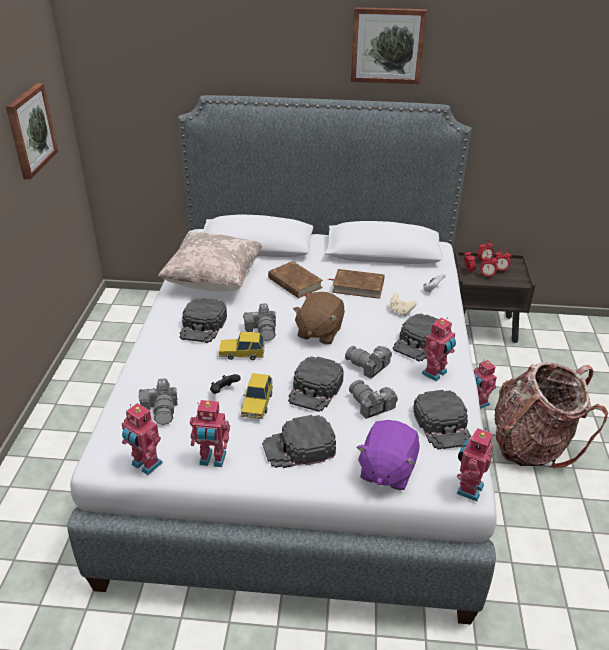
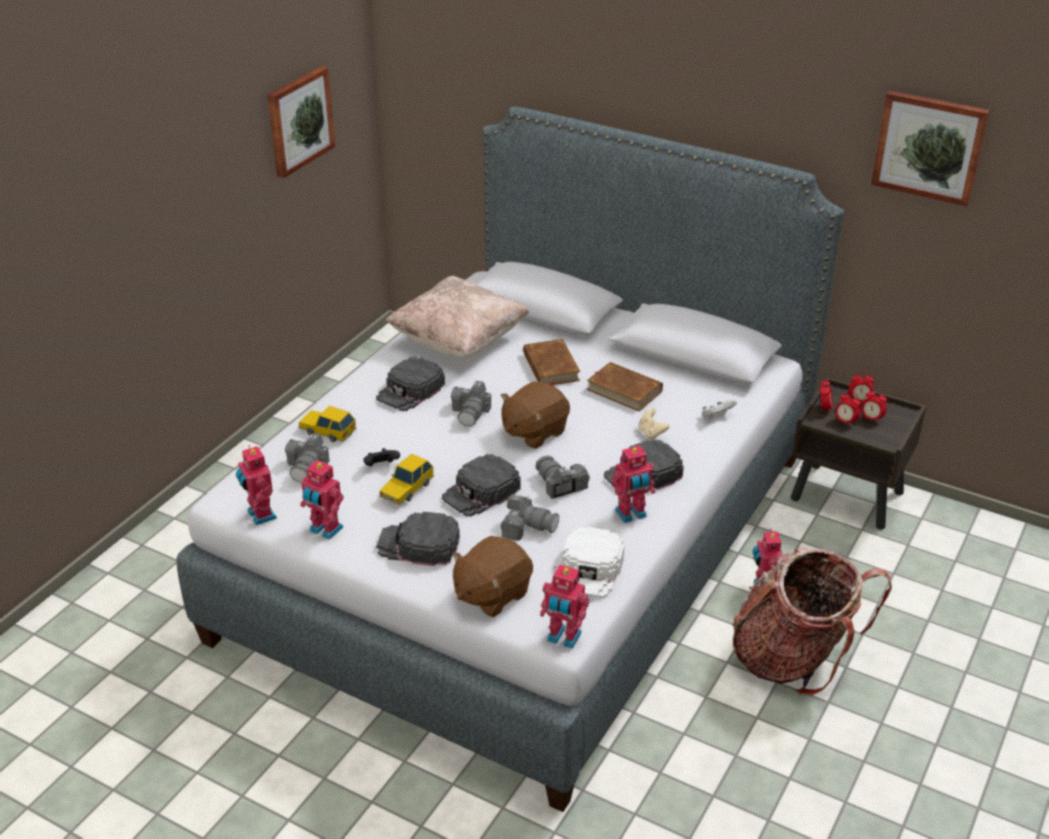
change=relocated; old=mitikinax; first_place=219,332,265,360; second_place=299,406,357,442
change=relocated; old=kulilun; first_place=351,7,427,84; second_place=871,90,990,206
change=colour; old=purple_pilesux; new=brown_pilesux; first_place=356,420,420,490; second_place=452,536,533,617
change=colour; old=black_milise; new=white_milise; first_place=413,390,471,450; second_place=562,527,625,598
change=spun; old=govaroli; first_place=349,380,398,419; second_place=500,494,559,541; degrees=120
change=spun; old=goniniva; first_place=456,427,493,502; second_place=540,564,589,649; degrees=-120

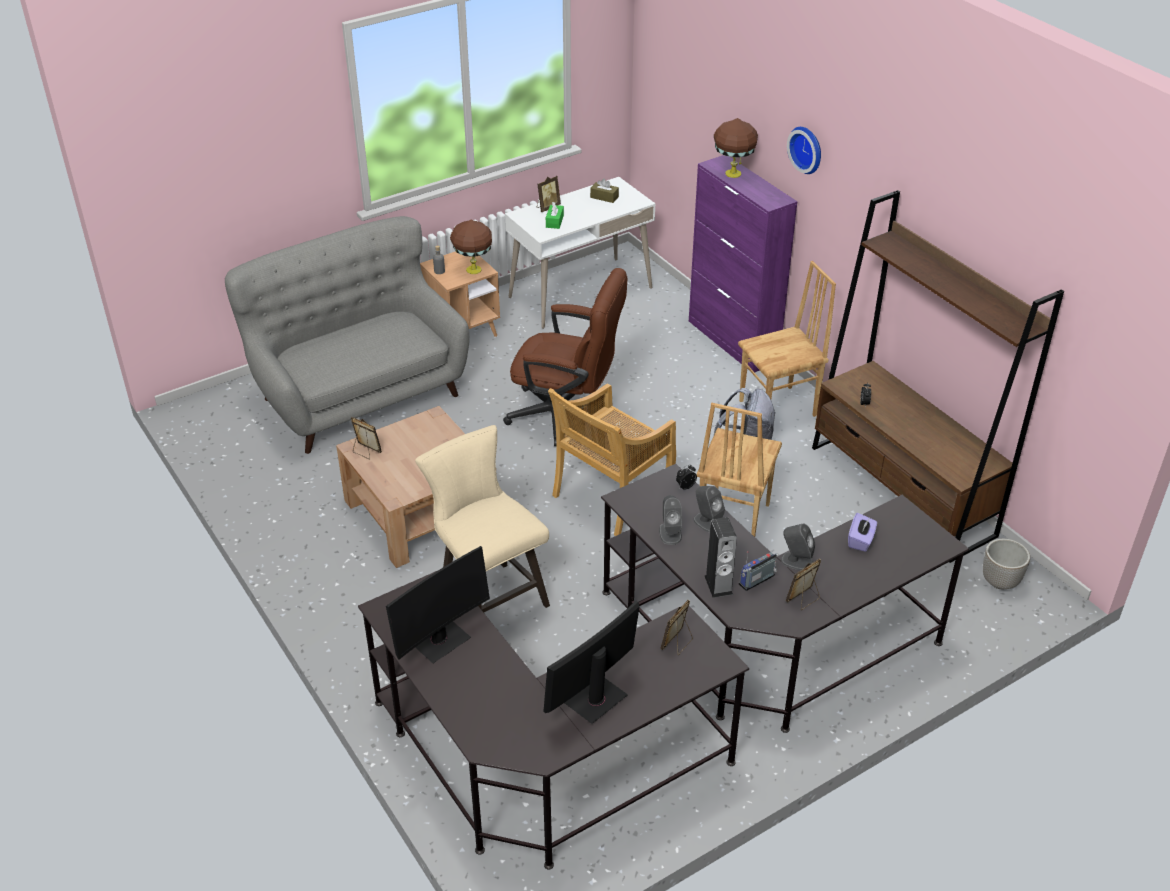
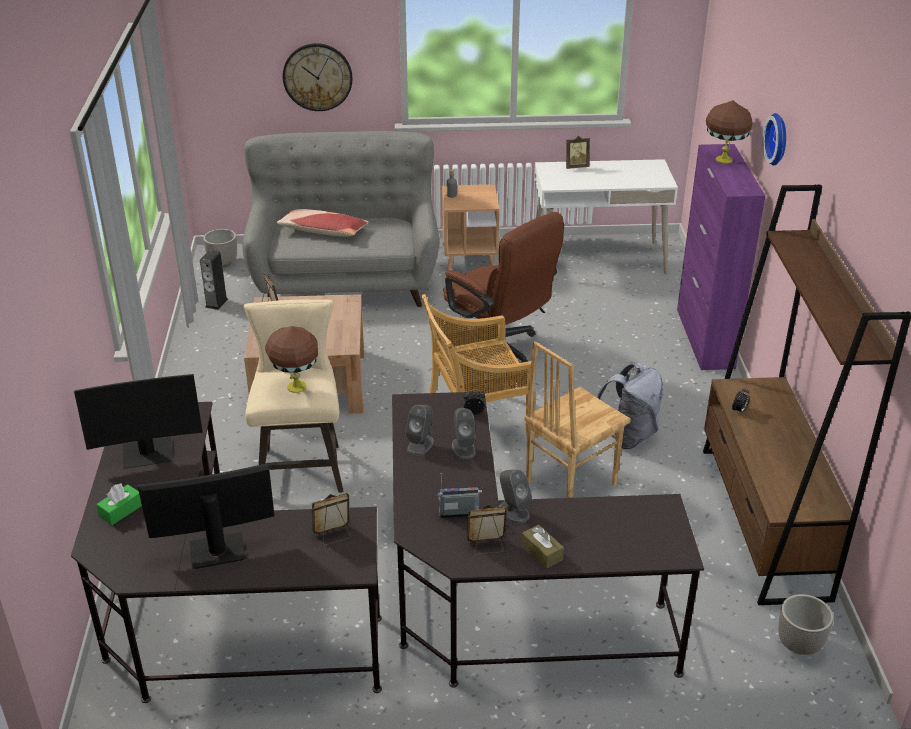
change=missing; old=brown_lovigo; first_place=738,261,836,417
change=missing; old=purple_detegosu; first_place=848,513,877,552
change=appeared; new=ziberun; second_place=203,229,237,267
change=appeared; new=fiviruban; second_place=277,209,369,237
change=appeared; new=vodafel; second_place=283,43,352,111
change=relocated; old=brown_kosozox; first_place=450,220,492,274; second_place=265,326,318,393
change=relocated; old=green_detegosu; first_place=546,202,564,229; second_place=96,483,142,525
change=relocated; old=brown_detegosu; first_place=590,179,619,203; second_place=521,525,564,569
change=relocated; old=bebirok; first_place=705,517,737,598; second_place=200,250,228,310

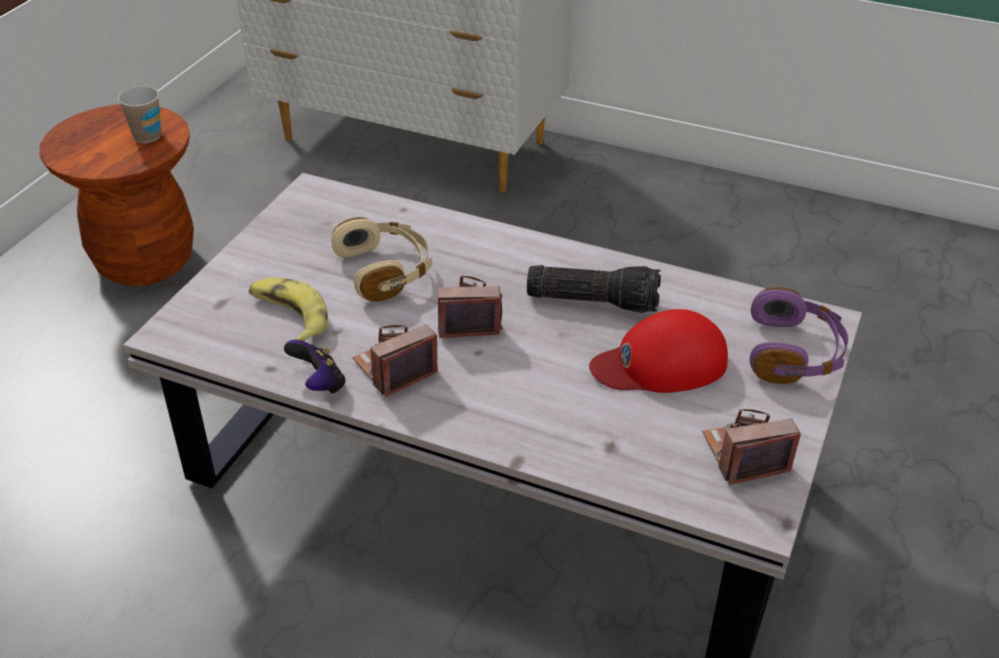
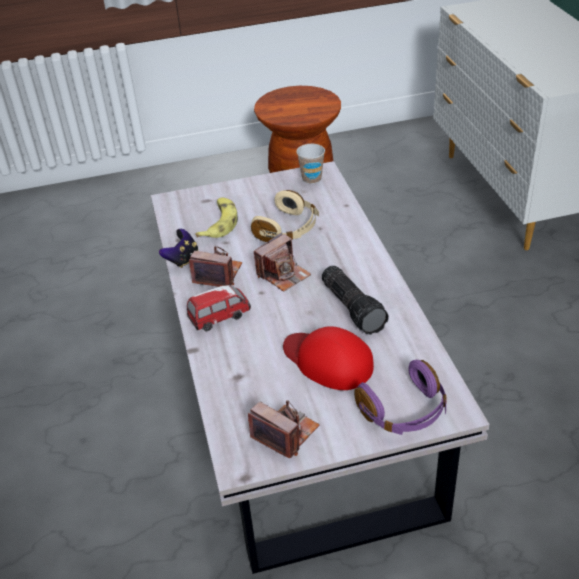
change=appeared; new=mitikinax; second_place=187,284,251,332
change=relocated; old=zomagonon; first_place=118,86,161,143; second_place=296,144,325,184
change=spun; old=govaroli; first_place=438,275,503,338; second_place=254,233,311,292; degrees=90

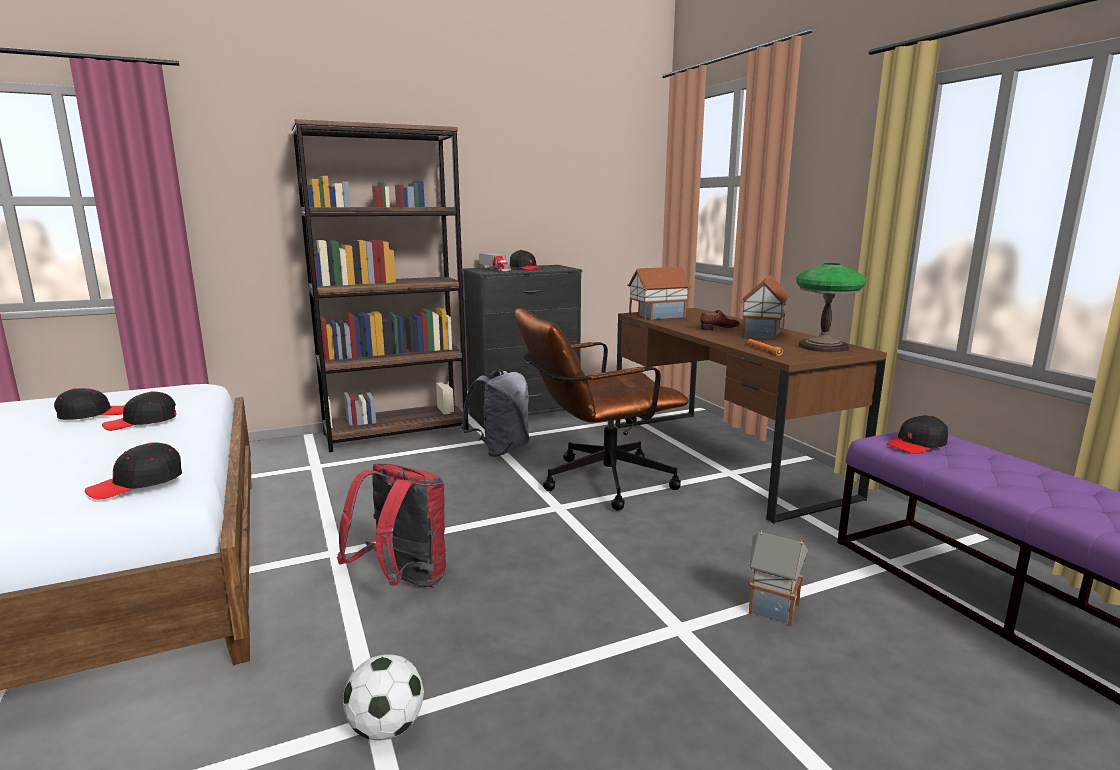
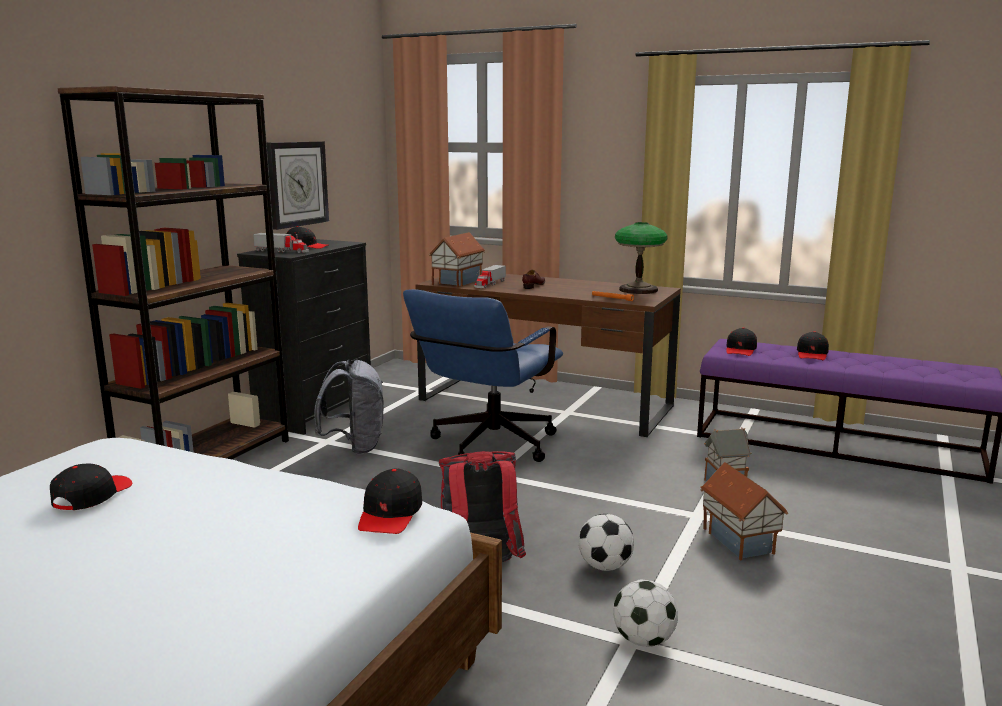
change=appeared; new=vodafel; second_place=267,142,329,230
change=appeared; new=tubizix; second_place=474,265,506,288
change=appeared; new=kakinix; second_place=578,514,634,571
change=relocated; old=black_milise; first_place=102,391,177,431; second_place=797,331,829,360
change=relocated; old=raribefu; first_place=740,275,790,340; second_place=700,462,788,560
change=colour; old=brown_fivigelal; new=blue_fivigelal; first_place=515,308,689,511; second_place=403,289,563,462

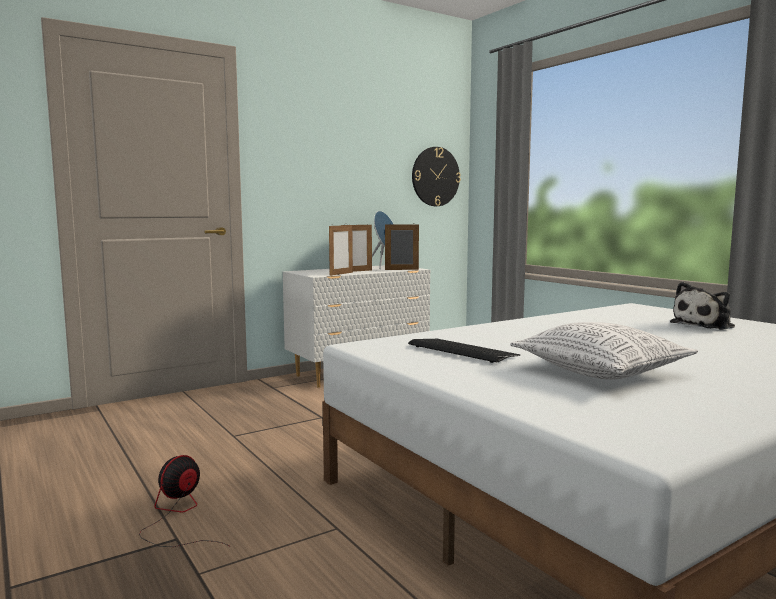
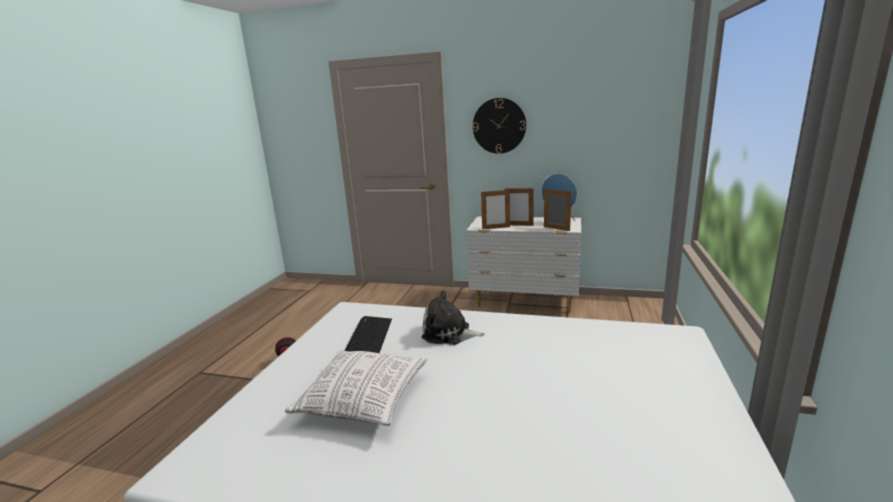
change=relocated; old=vodafel; first_place=412,147,461,206; second_place=473,98,526,154
change=relocated; old=pilesux; first_place=670,282,735,330; second_place=421,290,485,345

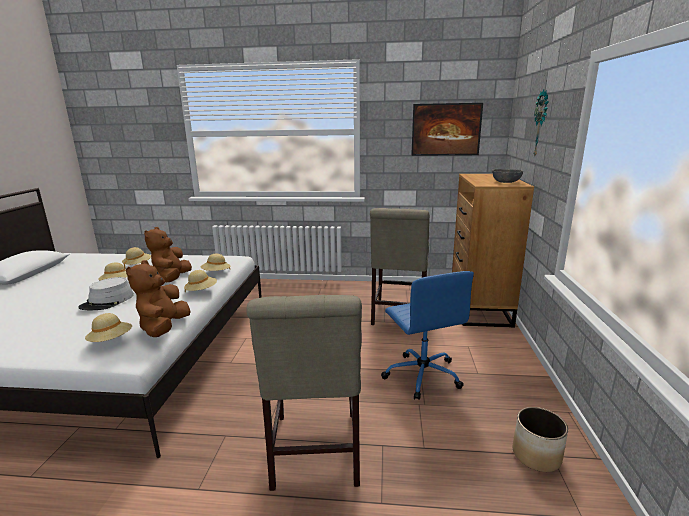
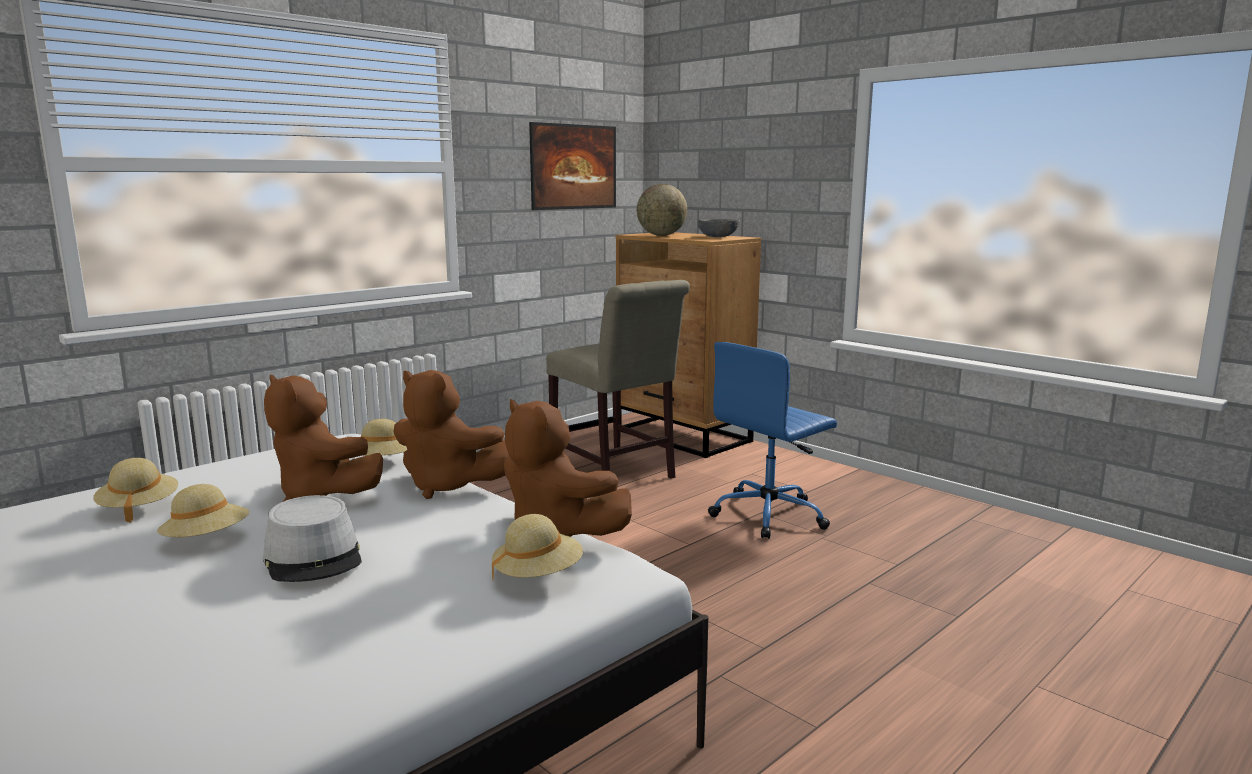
change=missing; old=beige_lovigo; first_place=246,295,362,491
change=missing; old=ziberun; first_place=513,407,568,472
change=missing; old=vodafel; first_place=533,89,549,158
change=appeared; new=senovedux; second_place=637,184,687,236
change=exchanged; old=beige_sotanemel; new=brown_pilesux; first_place=184,270,217,292; second_place=393,370,508,499
change=spun; old=blue_fivigelal; first_place=381,271,474,400; second_place=708,342,837,539; degrees=120

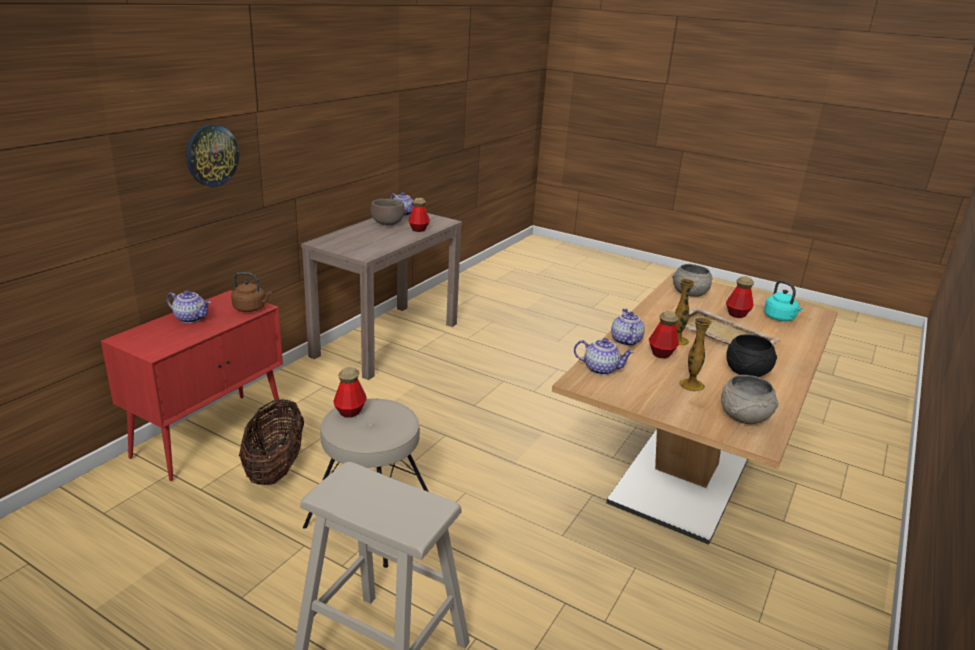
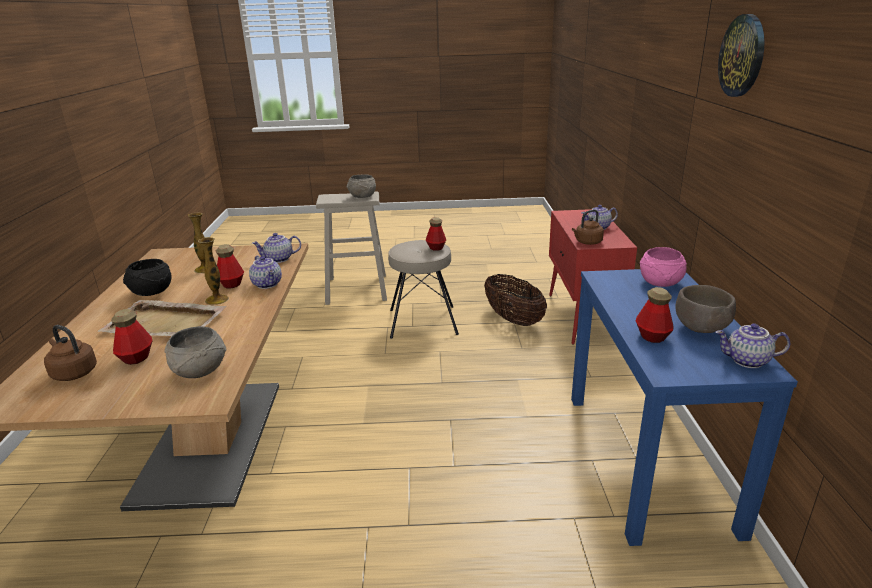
change=appeared; new=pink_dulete; second_place=640,247,687,287
change=relocated; old=vodafel; first_place=186,124,239,187; second_place=718,14,764,97
change=relocated; old=grey_dulete; first_place=721,375,778,424; second_place=347,174,376,198
change=colour; old=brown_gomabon; new=blue_gomabon; first_place=301,213,462,380; second_place=571,269,798,546
change=colour; old=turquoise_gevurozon; new=brown_gevurozon; first_place=764,280,803,321; second_place=44,325,97,381

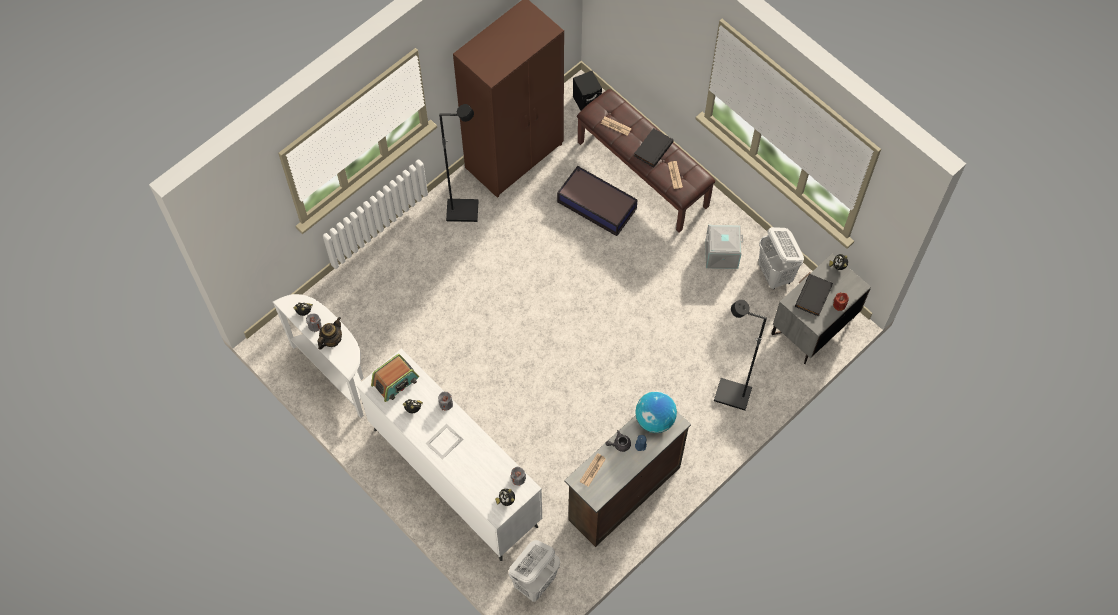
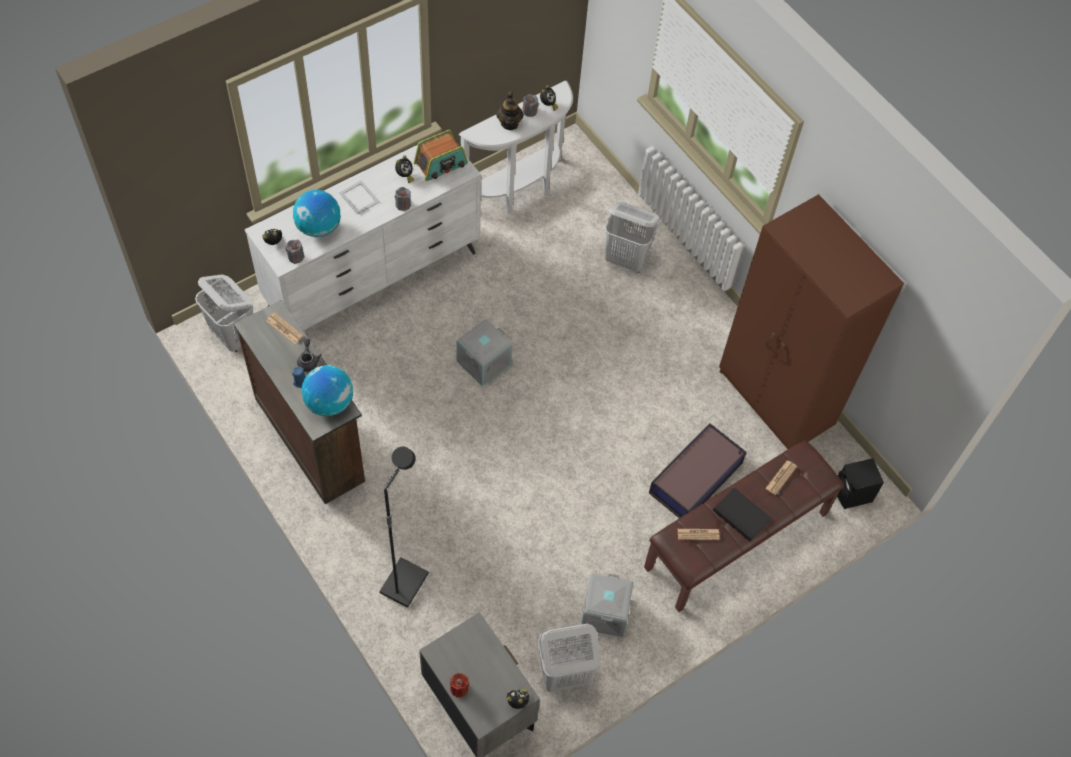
change=missing; old=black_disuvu; first_place=439,104,478,222
change=missing; old=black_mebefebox; first_place=795,274,833,317
change=appeared; new=senovedux; second_place=293,190,341,237
change=appeared; new=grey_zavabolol; second_place=456,319,512,386
change=appeared; new=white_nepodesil; second_place=604,202,660,273
change=spun; old=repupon; first_place=317,317,342,350; second_place=496,91,524,130; degrees=45
change=spun; old=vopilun; first_place=371,354,419,402; second_place=414,130,468,181; degrees=-90

